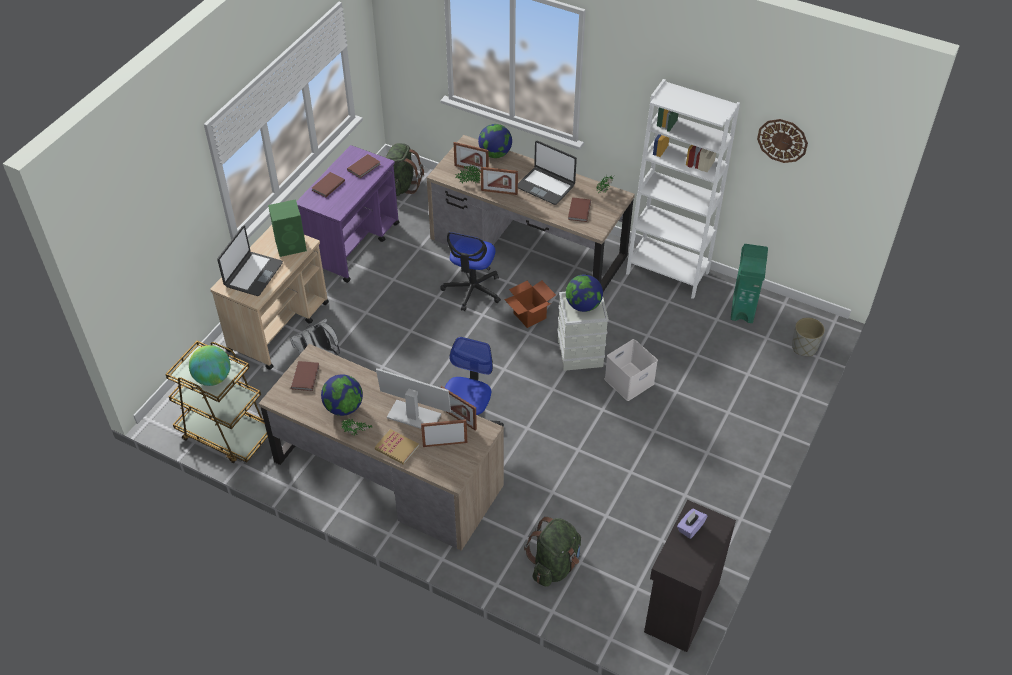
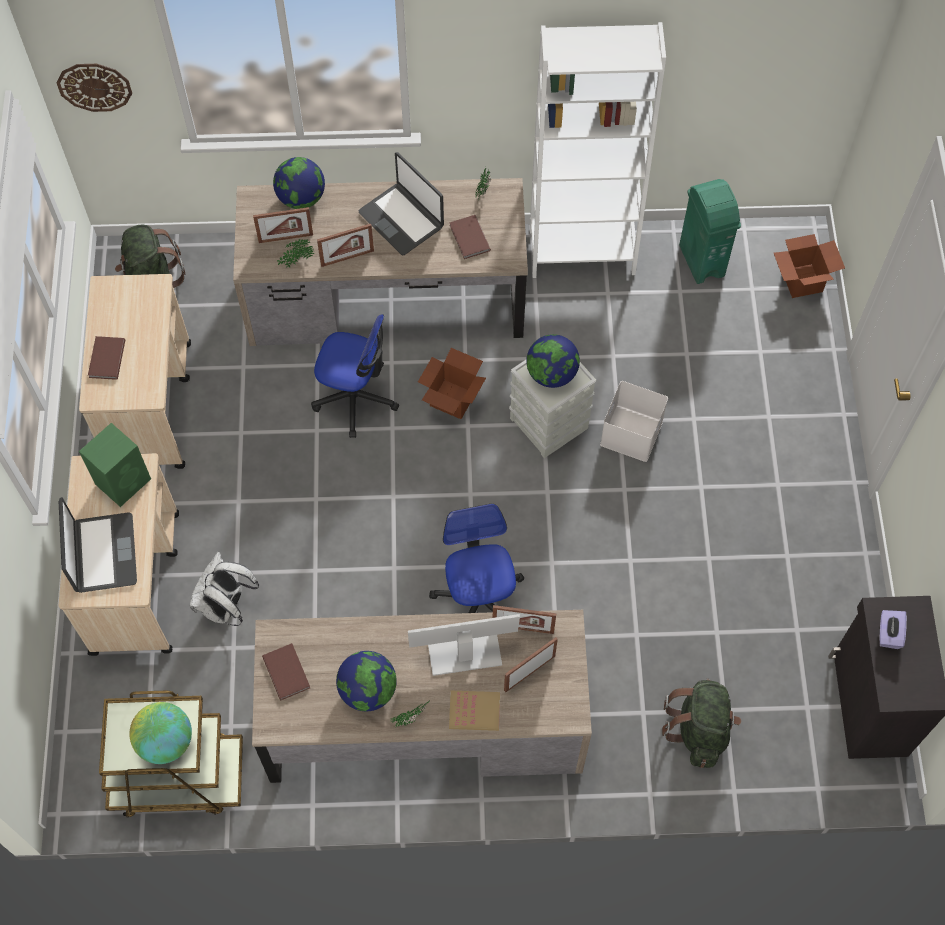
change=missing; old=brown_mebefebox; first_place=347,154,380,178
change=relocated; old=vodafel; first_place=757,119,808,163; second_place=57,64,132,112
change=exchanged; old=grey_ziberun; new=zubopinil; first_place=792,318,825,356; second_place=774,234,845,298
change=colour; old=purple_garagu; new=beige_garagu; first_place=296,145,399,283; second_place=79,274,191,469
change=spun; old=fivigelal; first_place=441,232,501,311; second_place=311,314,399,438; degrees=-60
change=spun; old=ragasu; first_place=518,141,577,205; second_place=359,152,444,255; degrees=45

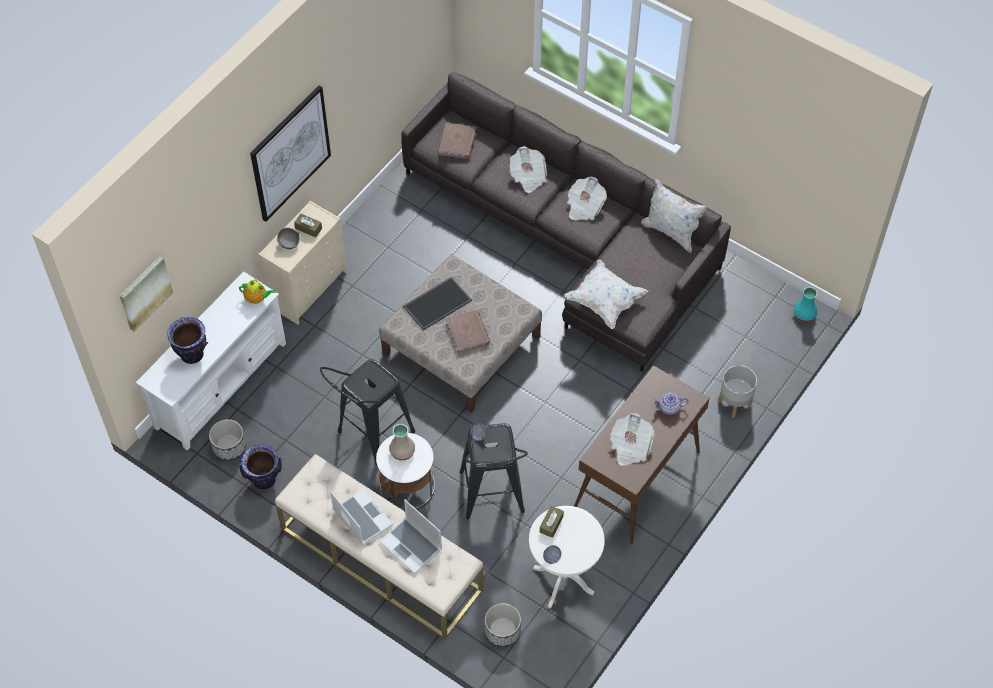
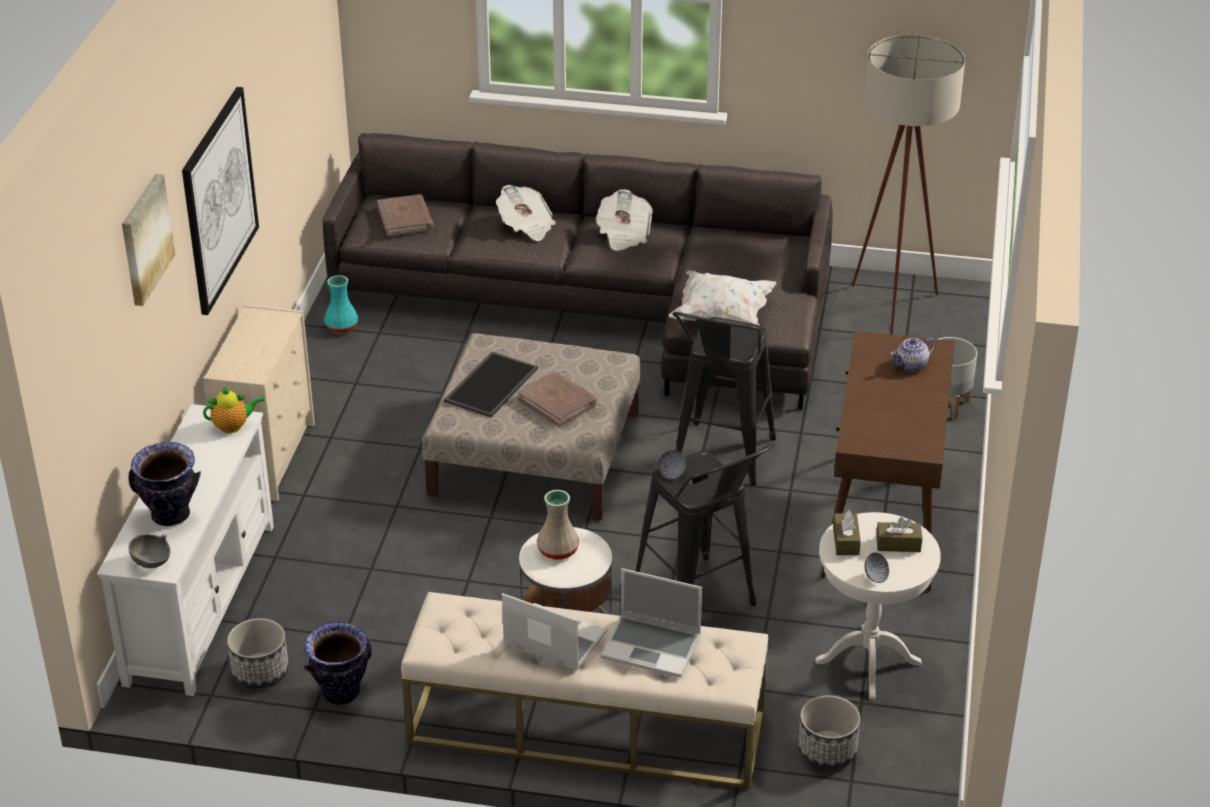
change=missing; old=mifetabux; first_place=610,413,655,466
change=missing; old=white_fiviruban; first_place=641,179,707,253
change=appeared; new=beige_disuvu; second_place=852,34,965,335
change=relocated; old=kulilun; first_place=120,256,173,332; second_place=122,174,175,306
change=relocated; old=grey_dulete; first_place=277,228,300,249; second_place=129,534,171,568
change=relocated; old=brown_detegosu; first_place=294,214,322,238; second_place=876,517,922,552
change=relocated; old=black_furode; first_place=320,359,415,466; second_place=672,312,776,486
change=relocated; old=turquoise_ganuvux; first_place=794,287,818,322; second_place=324,275,359,334

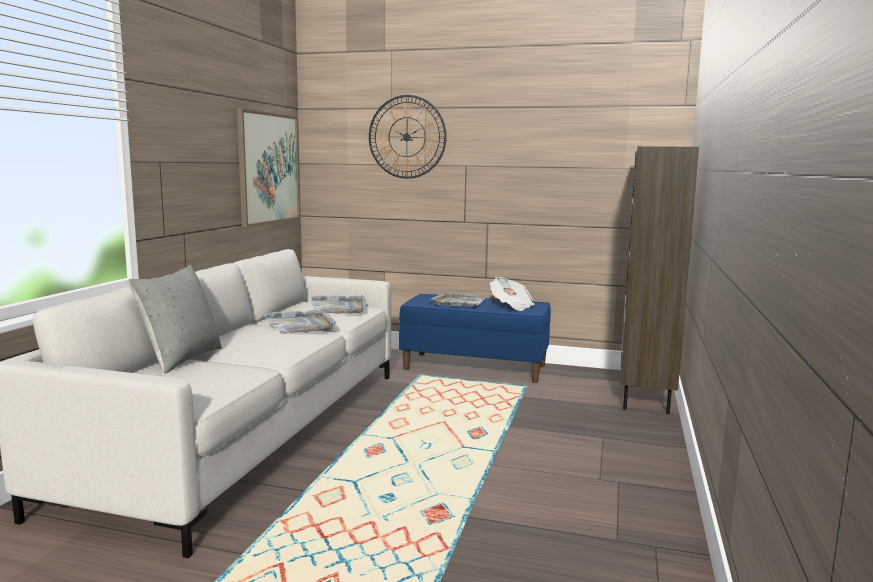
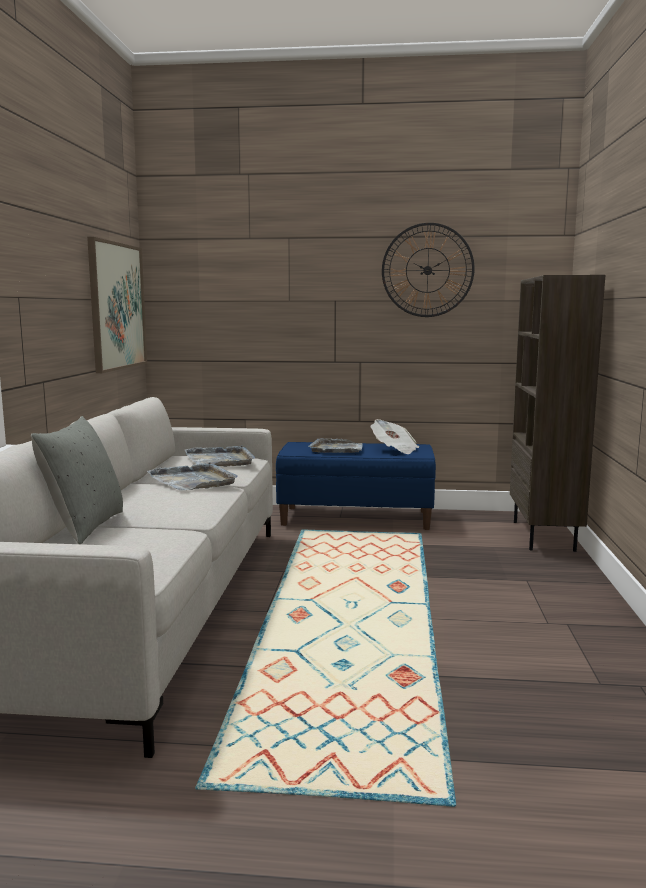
change=relocated; old=vodafel; first_place=369,95,447,179; second_place=382,223,475,317

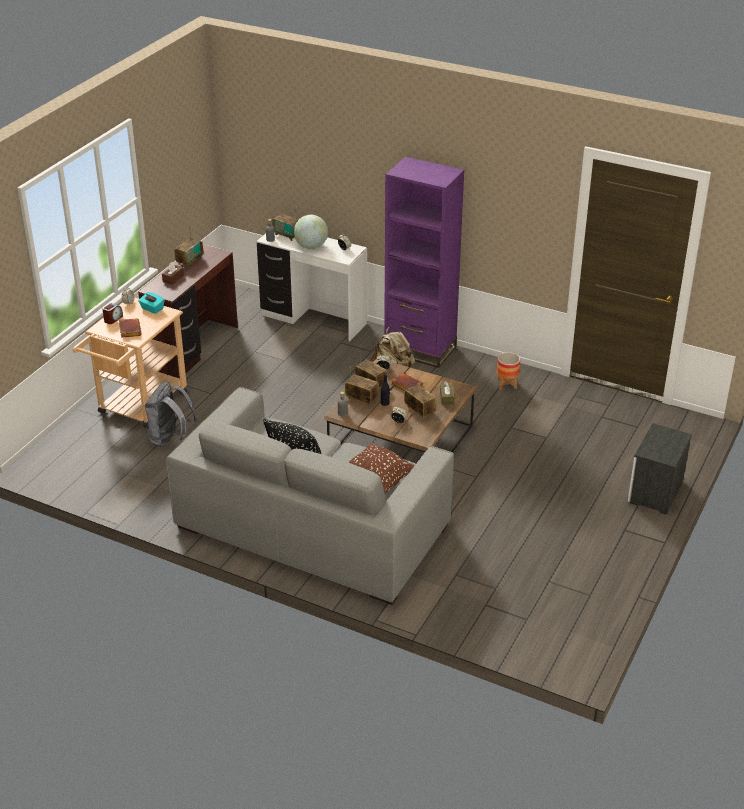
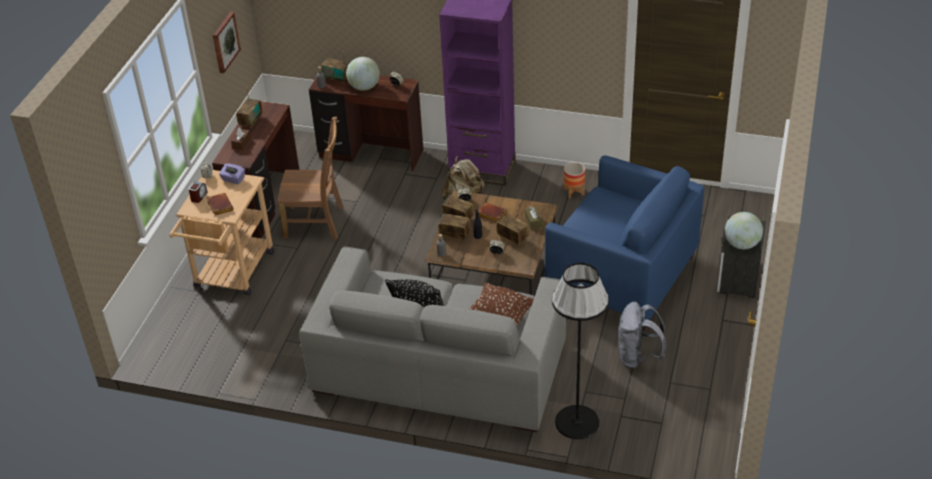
change=appeared; new=kulilun; second_place=213,12,241,73
change=appeared; new=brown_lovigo; second_place=277,116,344,239
change=appeared; new=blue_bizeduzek; second_place=544,155,704,331
change=appeared; new=black_disuvu; second_place=552,263,609,439
change=appeared; new=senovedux; second_place=725,212,763,249
change=relocated; old=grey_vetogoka; first_place=145,382,198,447; second_place=618,302,666,369
change=colour; old=turquoise_detegosu; new=purple_detegosu; first_place=138,292,164,314; second_place=219,164,245,184
change=colour; old=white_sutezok; new=brown_sutezok; first_place=257,233,367,341; second_place=309,75,423,172

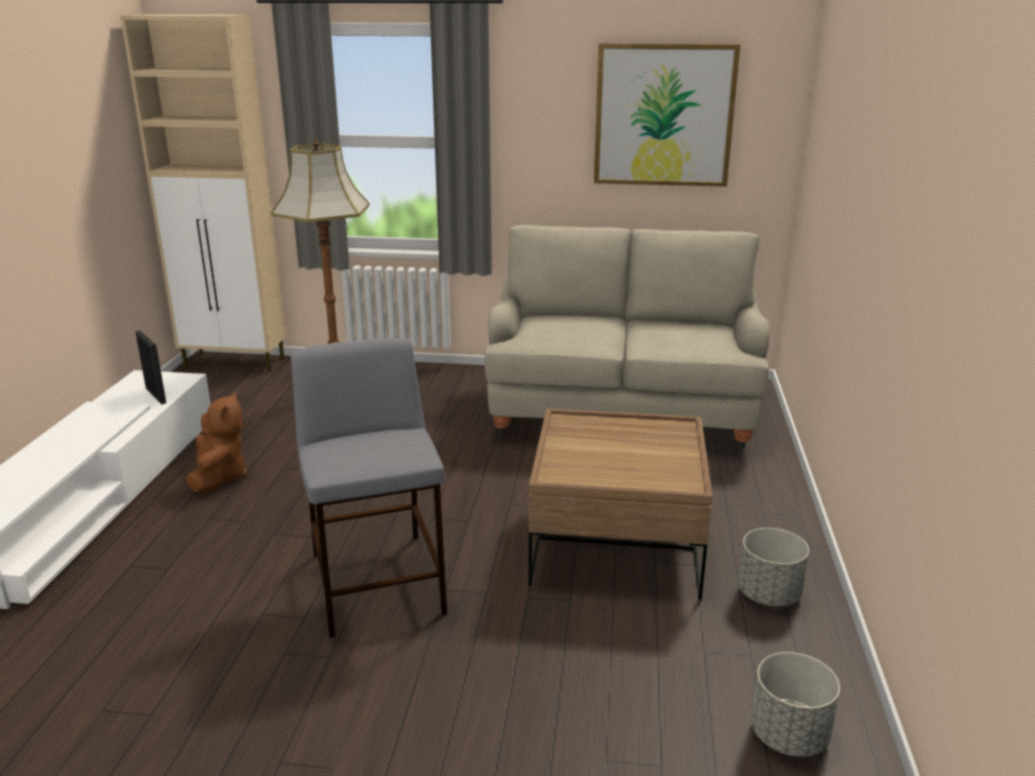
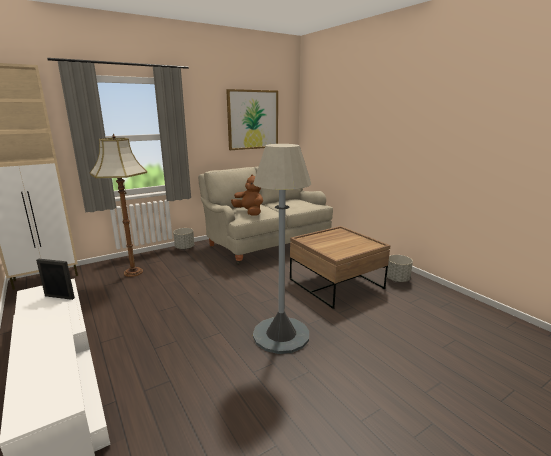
change=relocated; old=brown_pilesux; first_place=186,392,247,494; second_place=231,175,263,216
change=relocated; old=grey_ziberun; first_place=751,652,840,757; second_place=173,228,194,250
change=exchanged; old=grey_furode; new=grey_disuvu; first_place=291,338,447,638; second_place=253,144,311,354

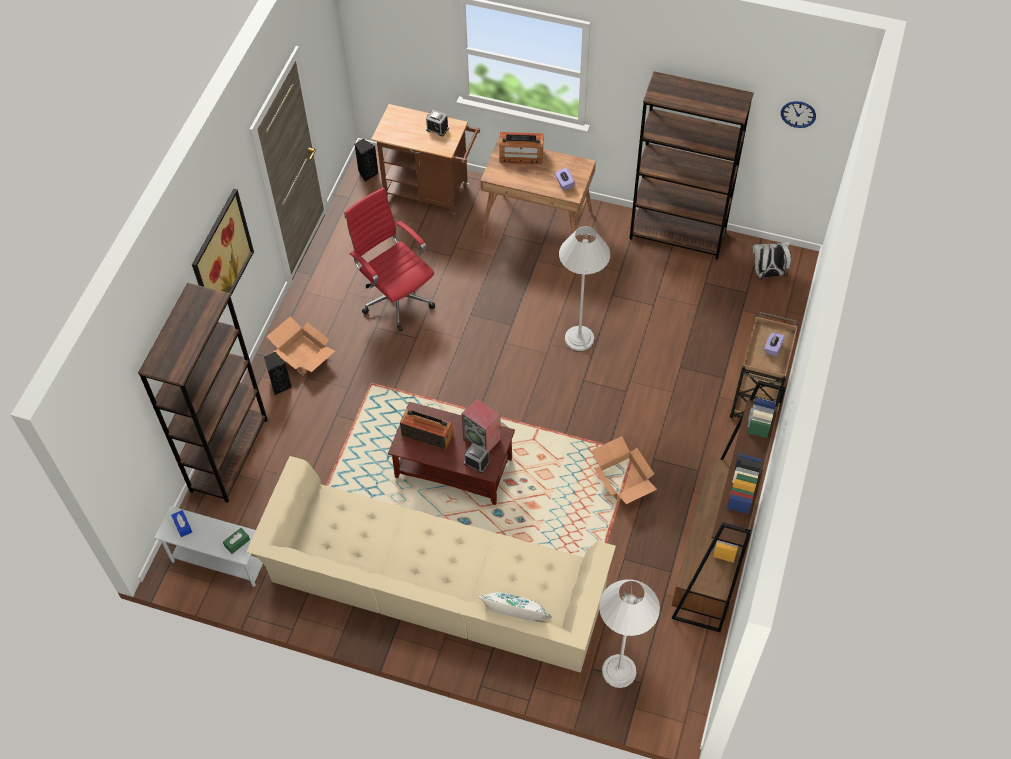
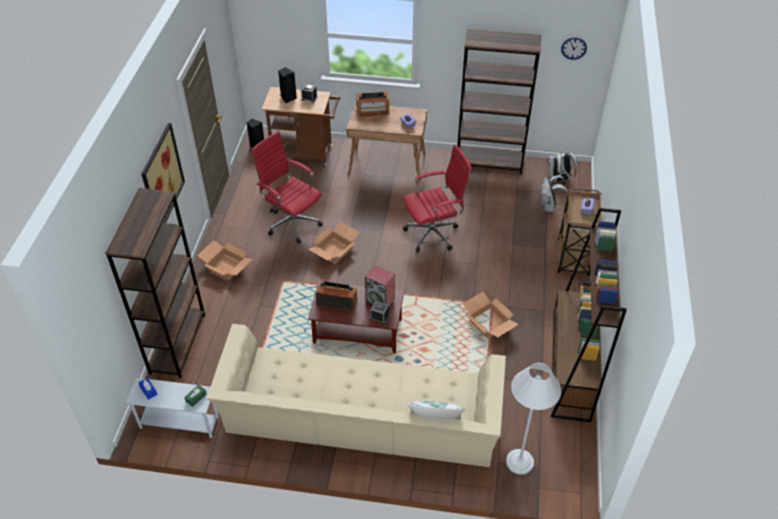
change=appeared; new=zubopinil; second_place=308,222,359,263
change=appeared; new=white_vetogoka; second_place=541,175,568,212
change=relocated; old=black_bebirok; first_place=264,352,292,395; second_place=278,67,297,103
change=exchanged; old=white_disuvu; new=red_fivigelal; first_place=559,226,610,351; second_place=403,144,472,252

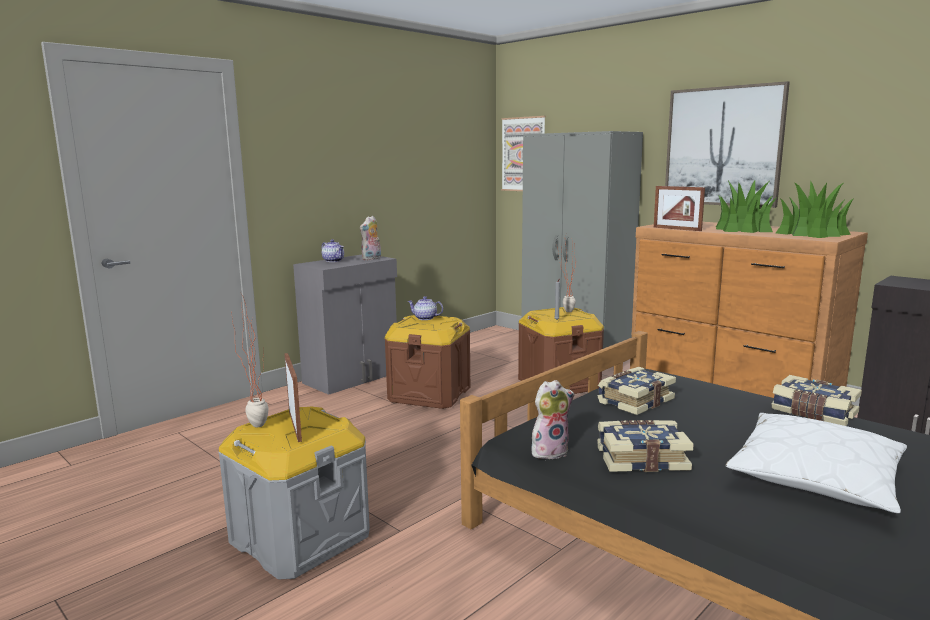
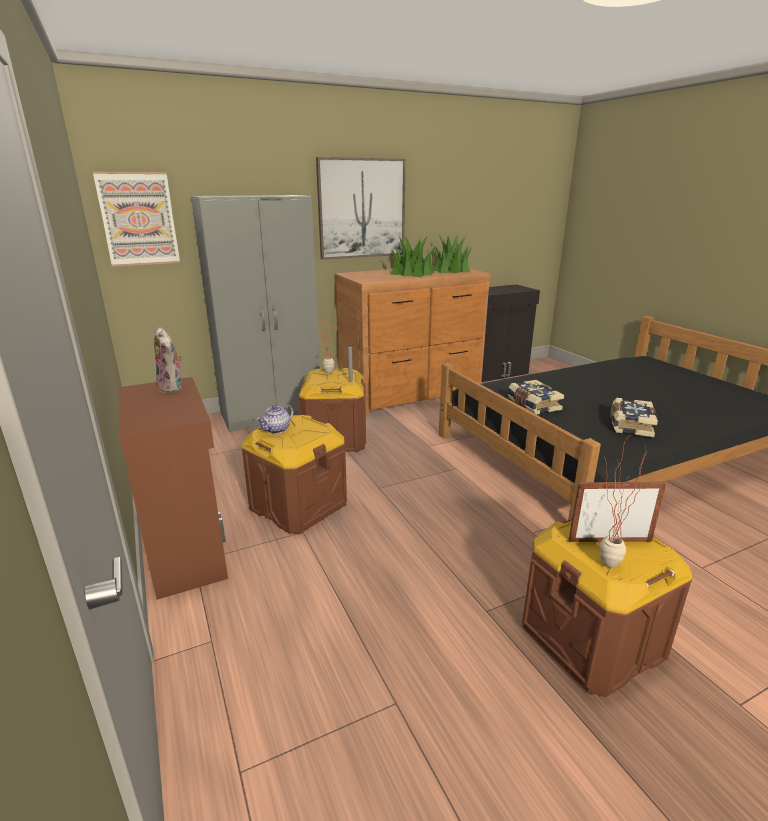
change=missing; old=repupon; first_place=322,239,344,262
change=missing; old=pilesux; first_place=532,380,575,459
change=missing; old=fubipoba; first_place=654,186,705,231
change=missing; old=white_fiviruban; first_place=726,413,907,513
change=missing; old=mebefebox; first_place=771,375,862,426
change=colour; old=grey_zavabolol; new=brown_zavabolol; first_place=218,406,370,580; second_place=522,519,693,697
change=colour; old=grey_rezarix; new=brown_rezarix; first_place=293,255,397,395; second_place=118,377,228,600

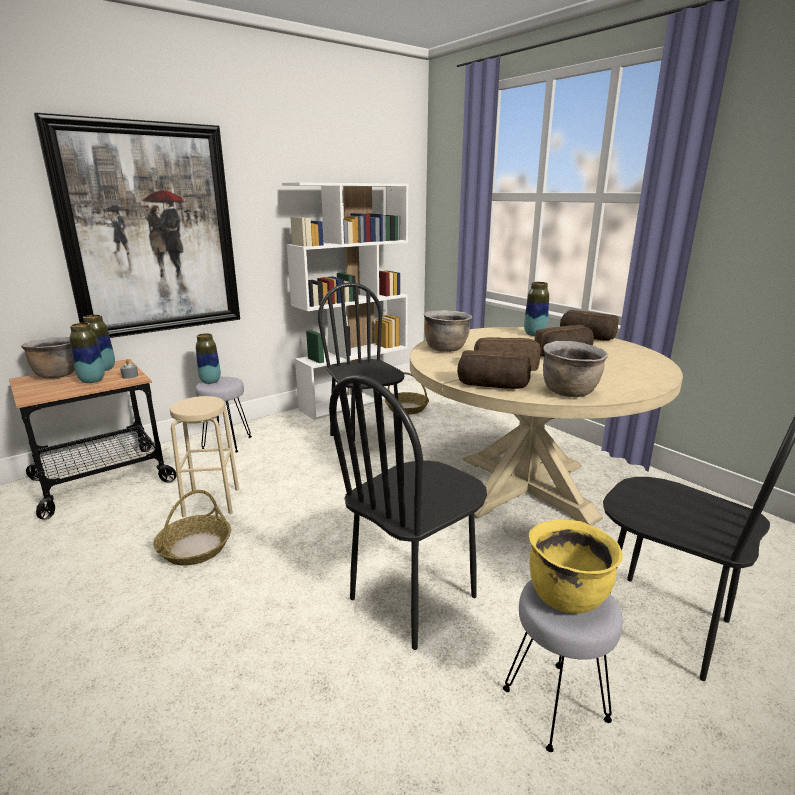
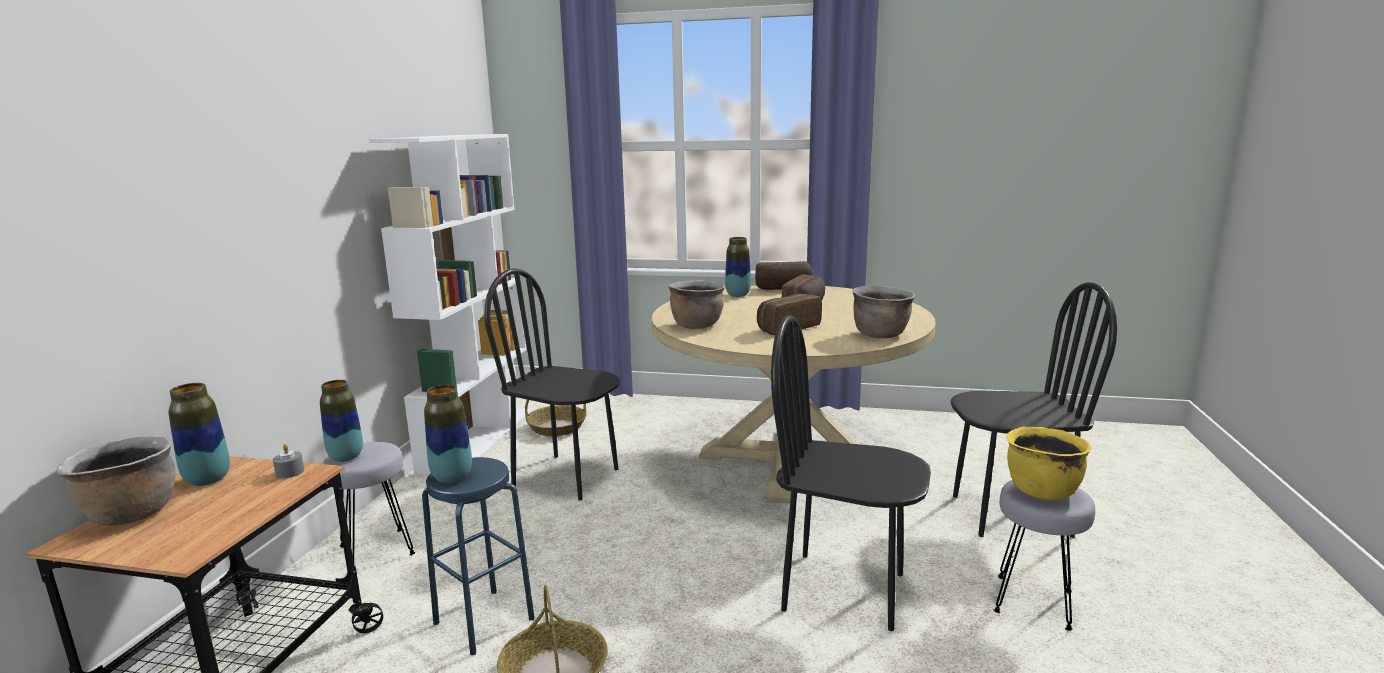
change=missing; old=kulilun; first_place=34,112,240,338
change=missing; old=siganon; first_place=457,350,531,389
change=relocated; old=ganuvux; first_place=70,323,105,383; second_place=424,384,472,483
change=colour; old=beige_furode; new=blue_furode; first_place=170,396,239,517; second_place=422,457,535,655
change=spun; old=black_lovigo; first_place=329,375,487,650; second_place=771,315,931,631; degrees=105

